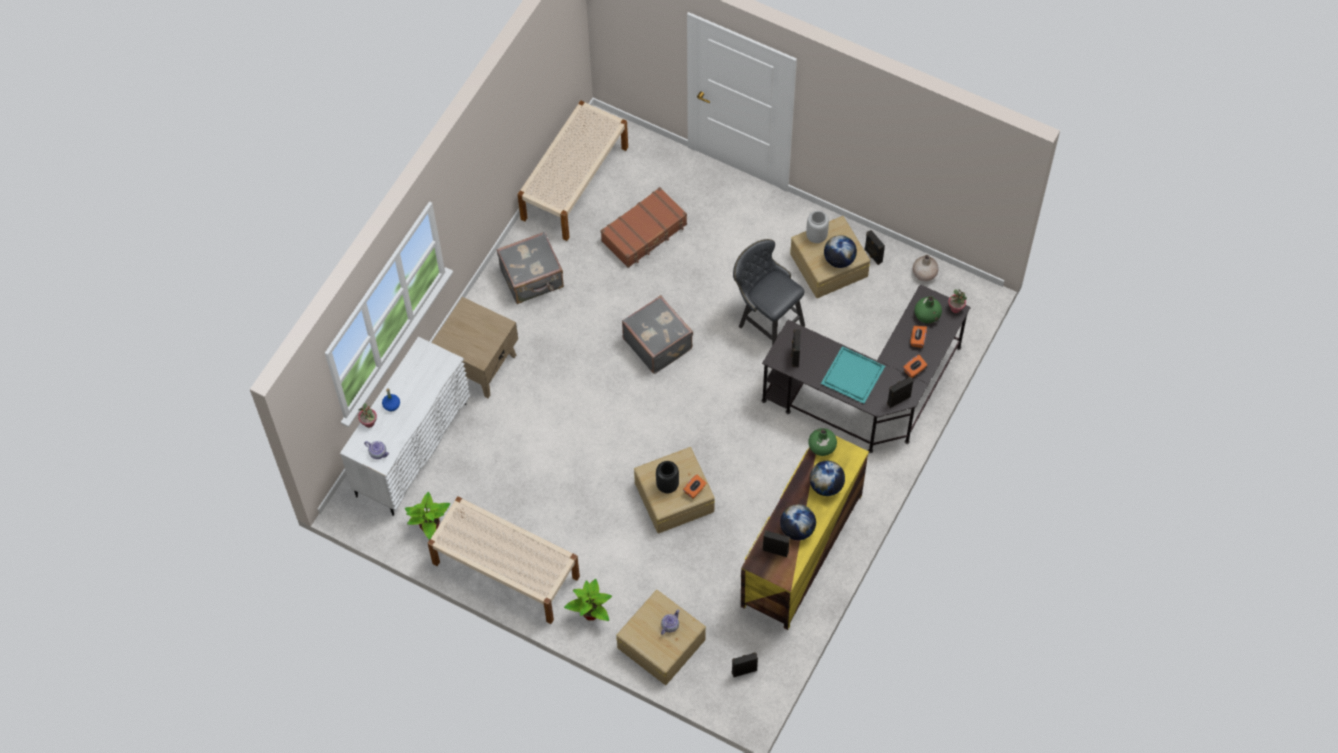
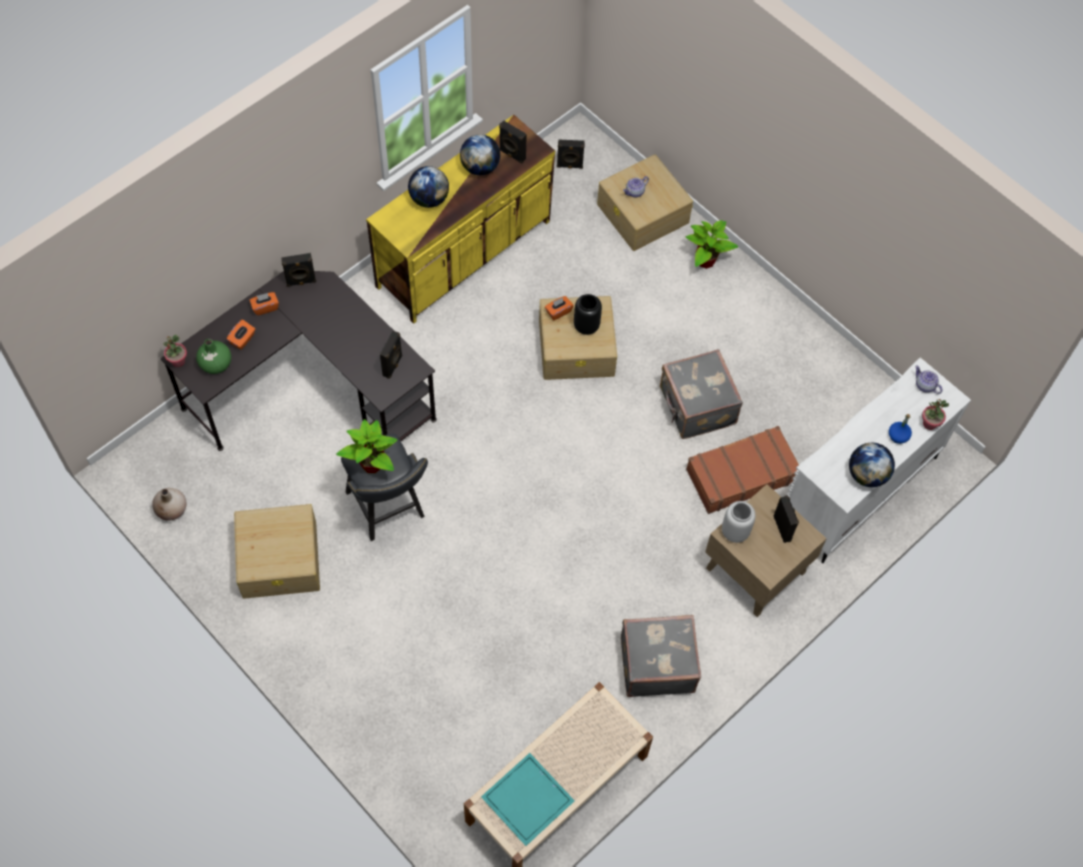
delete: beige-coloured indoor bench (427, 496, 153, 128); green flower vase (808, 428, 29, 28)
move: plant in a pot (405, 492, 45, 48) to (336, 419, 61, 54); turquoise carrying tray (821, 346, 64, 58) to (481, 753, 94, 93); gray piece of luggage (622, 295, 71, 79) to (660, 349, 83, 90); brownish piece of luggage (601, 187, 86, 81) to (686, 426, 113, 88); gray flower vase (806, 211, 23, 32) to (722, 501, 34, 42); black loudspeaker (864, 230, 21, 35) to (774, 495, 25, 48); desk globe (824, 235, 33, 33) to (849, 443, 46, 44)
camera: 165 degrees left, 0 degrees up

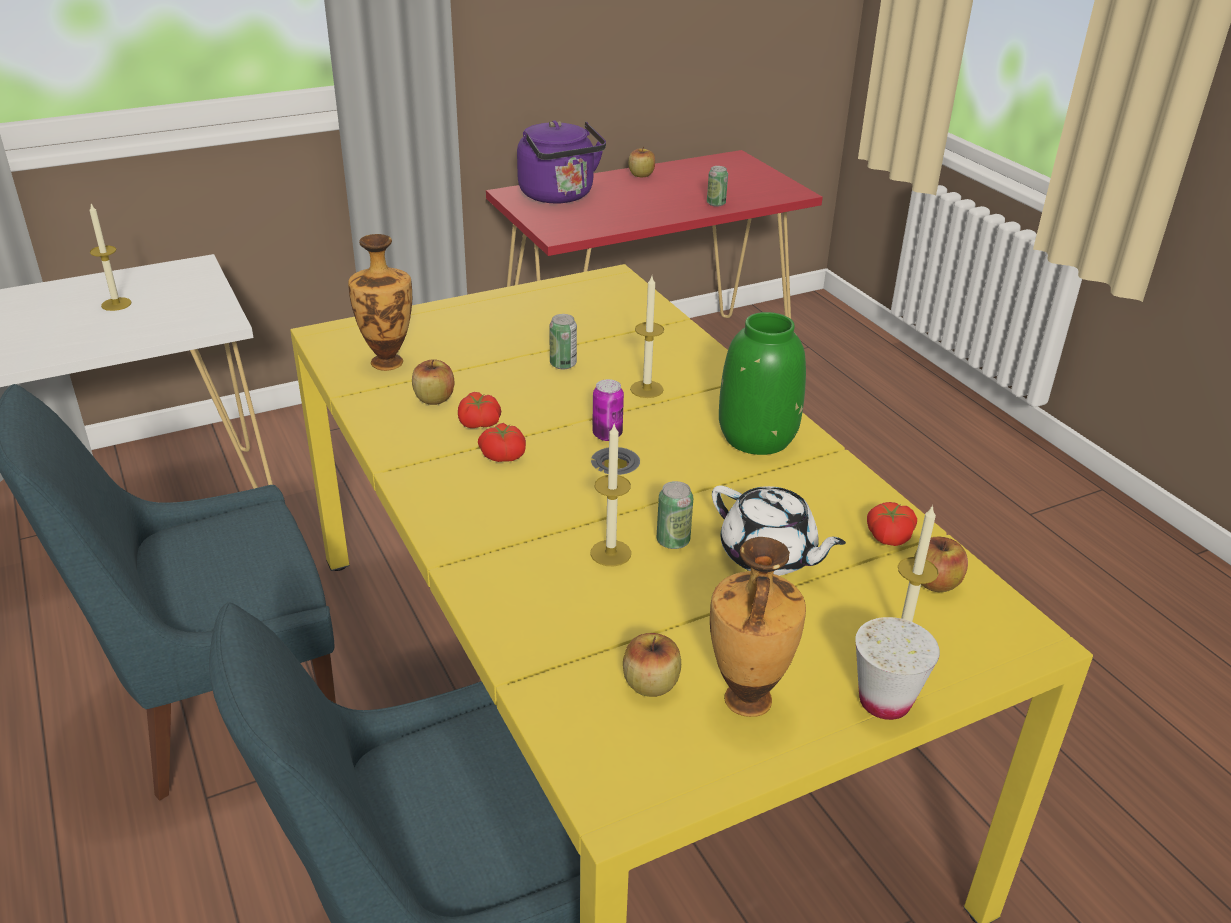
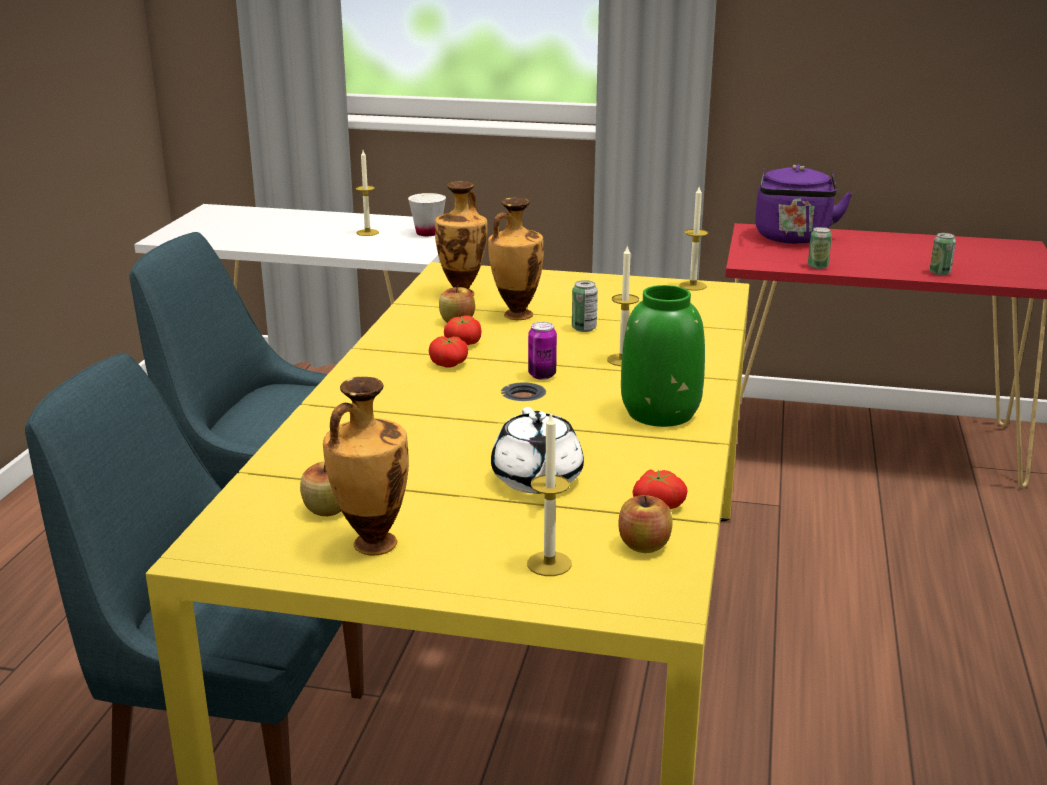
delete: whole apple (629, 146, 26, 31)
insert: flower vase (488, 197, 56, 123)
move: whitish small cup (855, 617, 85, 103) to (408, 193, 38, 43); wax candle (590, 424, 41, 142) to (679, 187, 29, 104); can (657, 481, 36, 68) to (808, 227, 24, 42)
camera: 40 degrees right, 10 degrees down

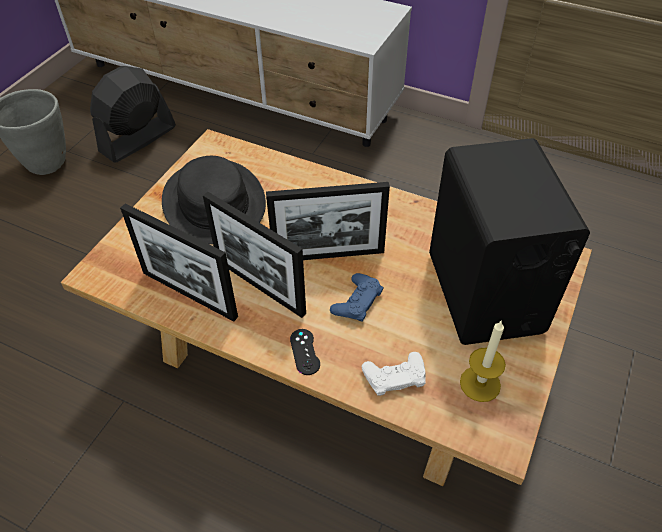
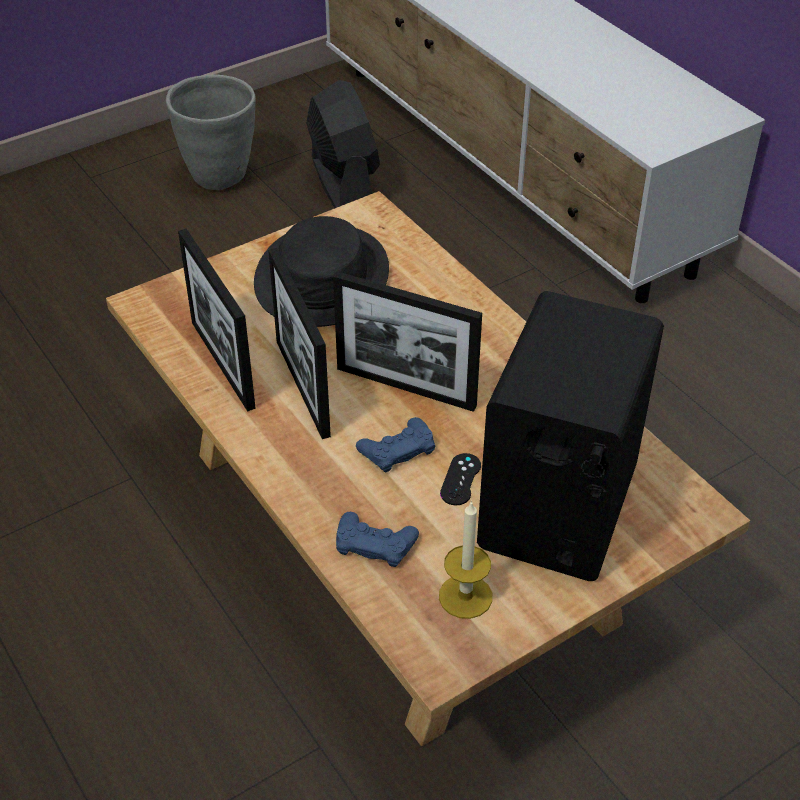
move: black game controller (290, 329, 30, 46) to (440, 453, 41, 53)
recolor: whitish game controller (362, 352, 64, 44) to blue-coloured game controller (336, 512, 83, 55)
rotate: black cooling fan (90, 66, 86, 97) = (306, 80, 74, 128) 90 degrees clockwise
camera: 30 degrees right, 5 degrees down

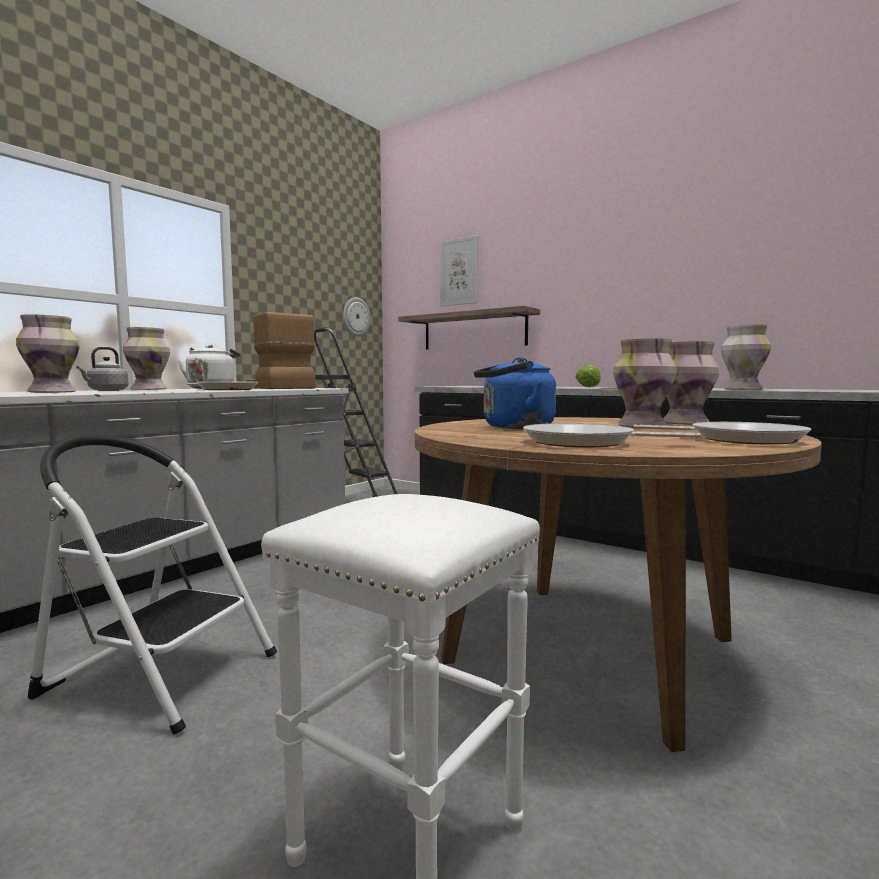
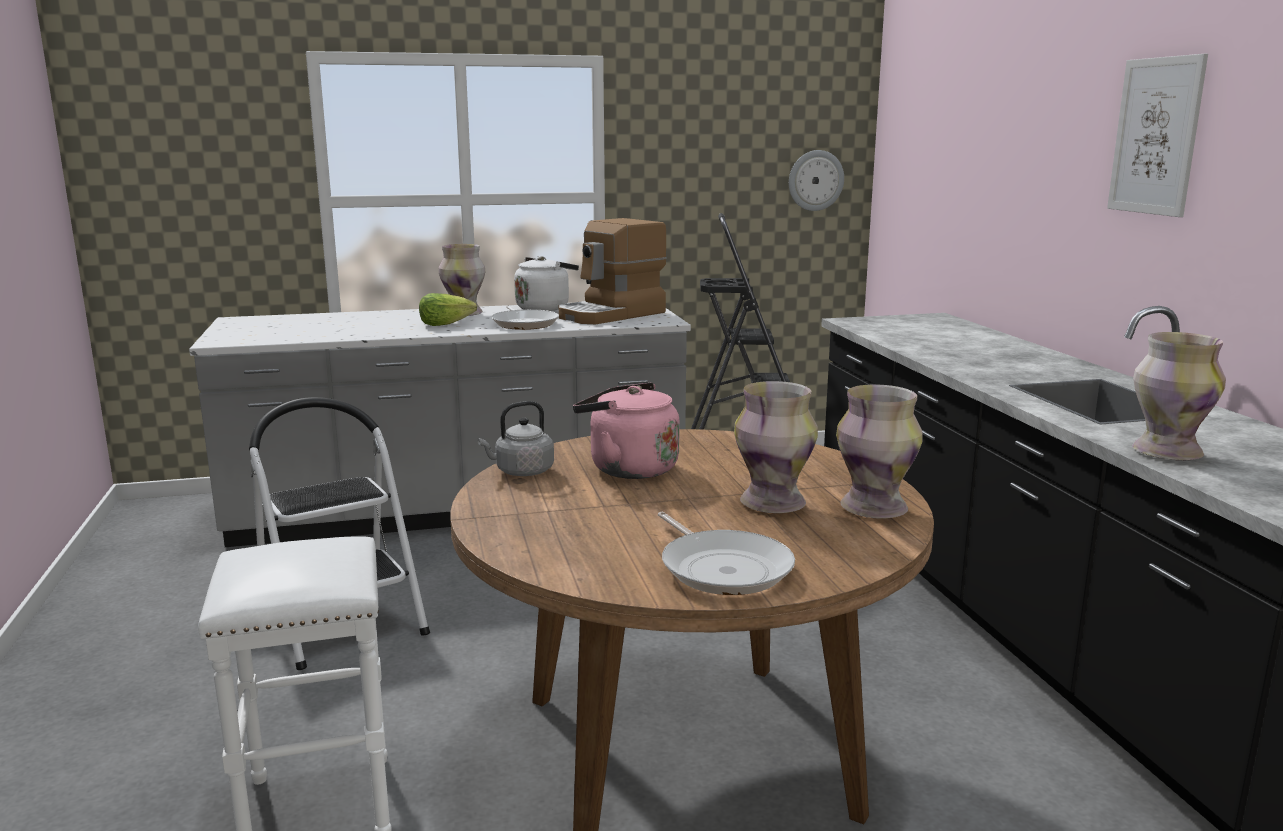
delete: flower vase (16, 314, 64, 79); bracket shelf (398, 306, 142, 43); frying pan (523, 423, 178, 24)
move: head of lettuce (575, 365, 26, 22) to (419, 293, 58, 33); gray tea kettle (76, 347, 52, 44) to (477, 401, 77, 75); picture (440, 235, 38, 71) to (1107, 54, 101, 163)
recolor: blue-coloured tea kettle (474, 357, 82, 72) to pink tea kettle (573, 383, 107, 96)
rotate: coffee maker (246, 312, 70, 77) = (559, 218, 108, 106) 135 degrees counterclockwise
camera: 40 degrees right, 10 degrees up

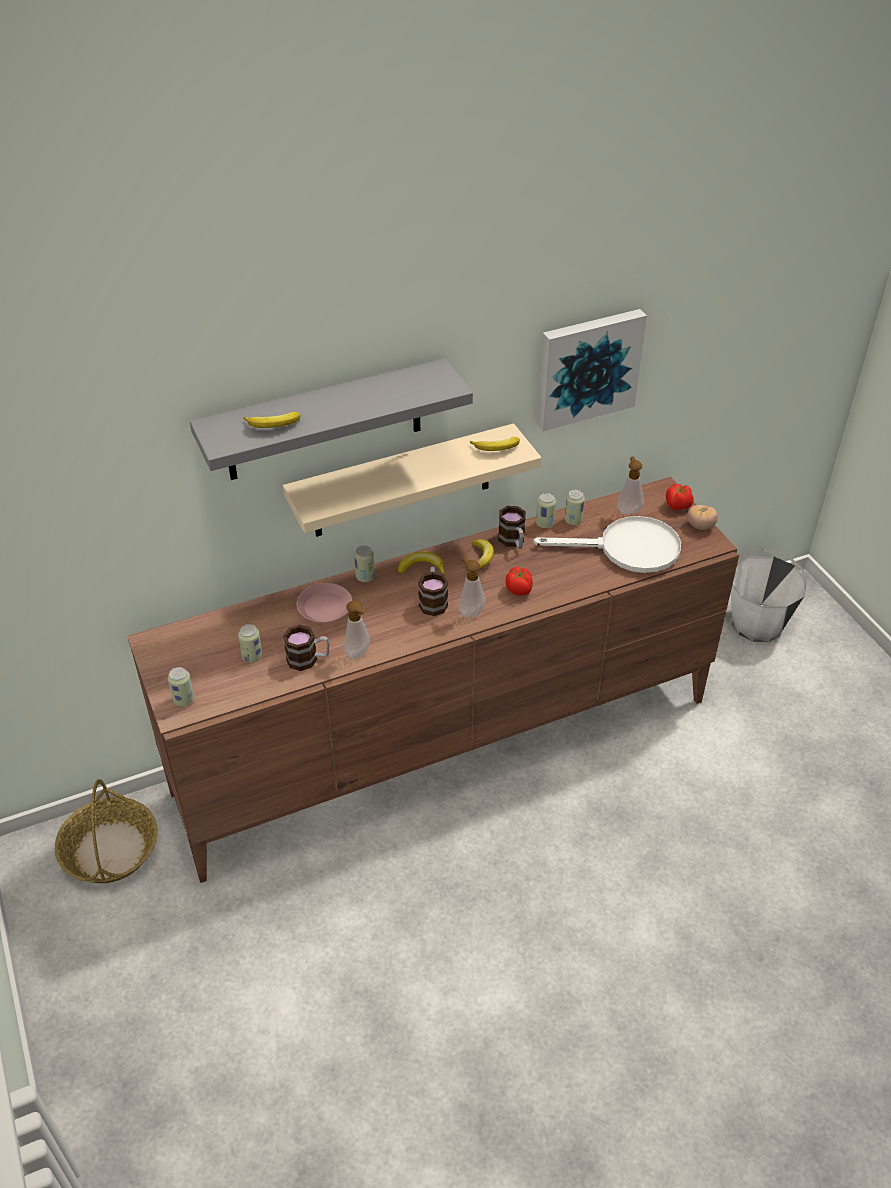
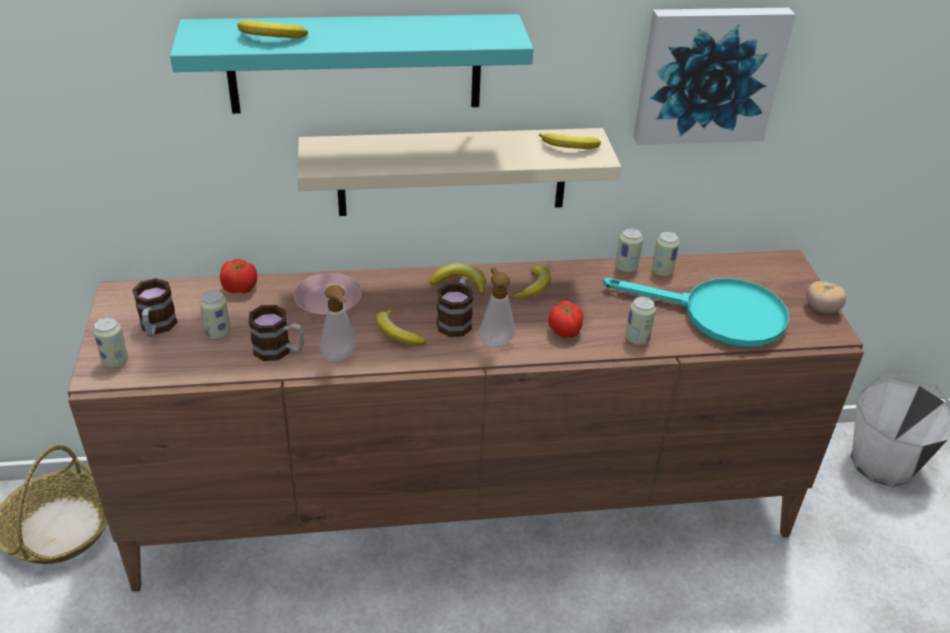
delete: liquid soap bottle (617, 457, 27, 58)
insert: banana (376, 309, 50, 37)
move: coffee mug (498, 506, 28, 43) to (132, 278, 46, 59); tomato (666, 483, 28, 27) to (220, 259, 37, 34); can (354, 546, 21, 36) to (625, 297, 31, 48)
recolor: gray bracket shelf (190, 359, 283, 121) to turquoise bracket shelf (170, 14, 364, 100); whitish frying pan (533, 516, 148, 57) to turquoise frying pan (603, 278, 186, 70)
camera: 15 degrees right, 5 degrees down

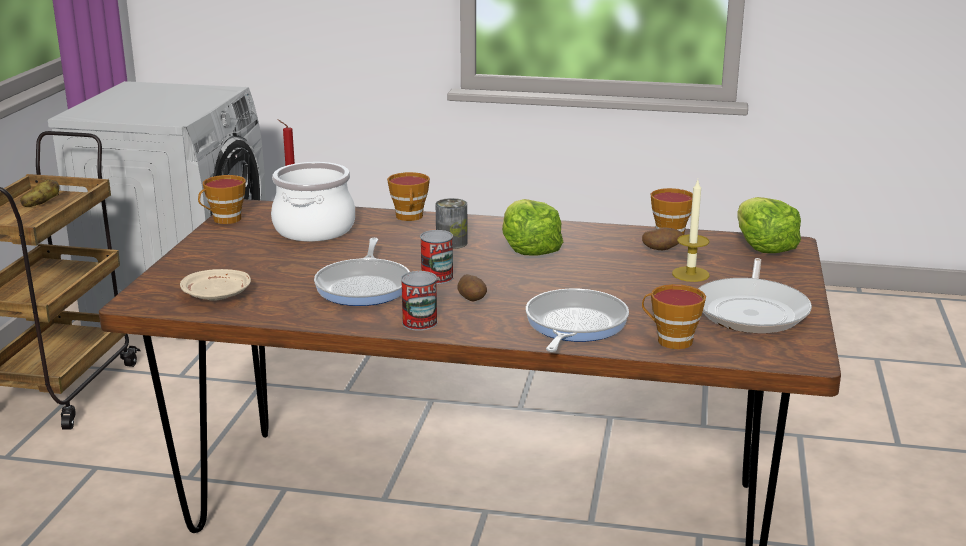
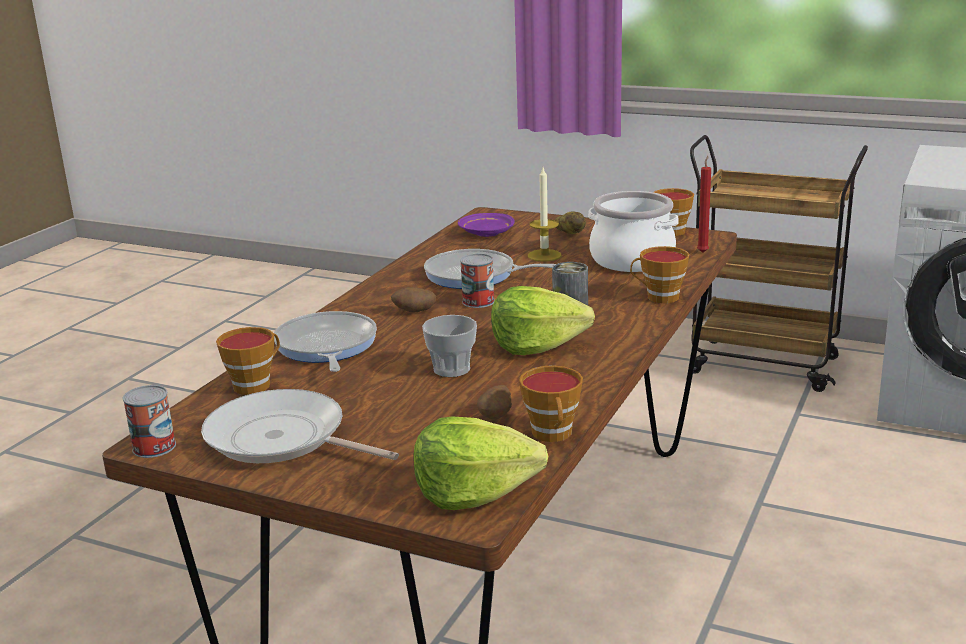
insert: small cup (422, 315, 55, 62)
move: can (401, 271, 37, 60) to (123, 385, 53, 73); wax candle (672, 180, 38, 102) to (528, 168, 34, 94); spud (20, 179, 40, 28) to (555, 212, 31, 22)
recolor: beige-coloured plate (180, 269, 71, 32) to purplish plate (458, 213, 57, 24)
rotate: frying pan (526, 289, 103, 63) = (274, 311, 103, 61) 135 degrees counterclockwise
camera: 105 degrees right, 0 degrees up

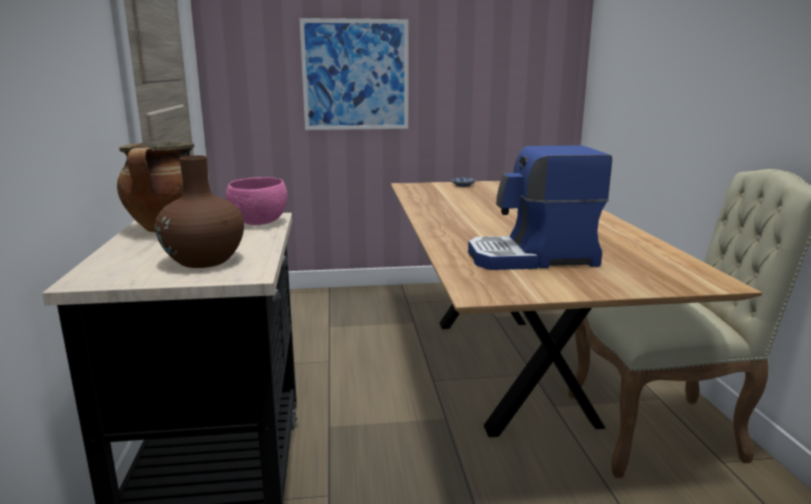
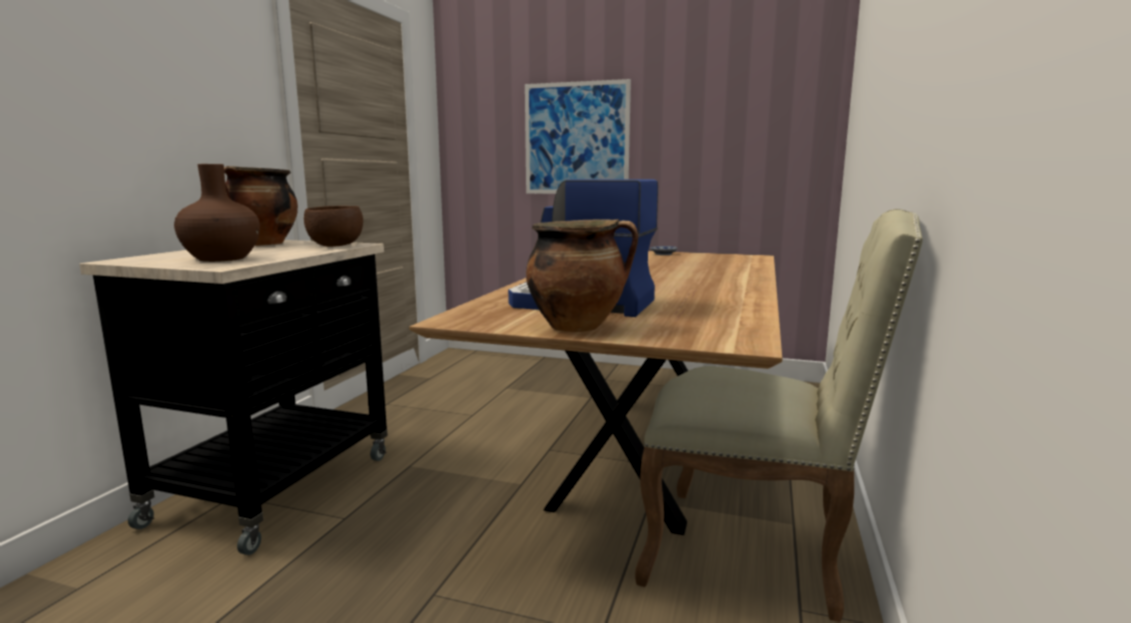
insert: saucepot (526, 219, 112, 113)
recolor: pink deep dish (226, 177, 61, 48) to brownish deep dish (304, 206, 59, 41)
camera: 25 degrees right, 5 degrees down

